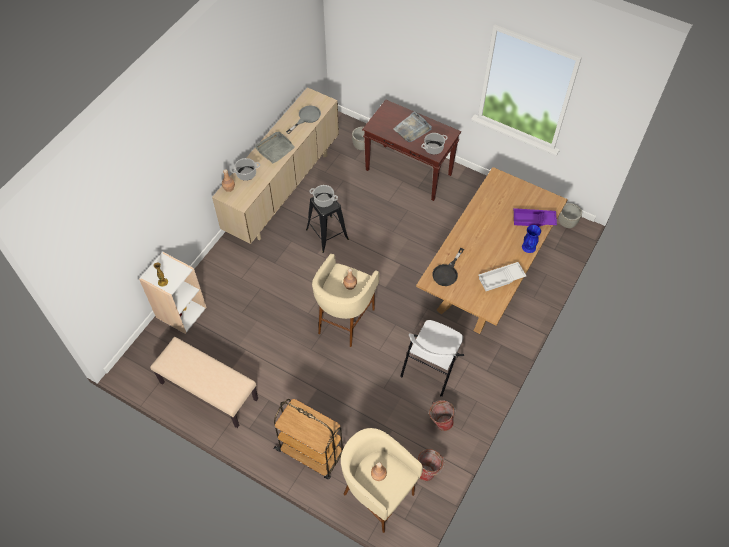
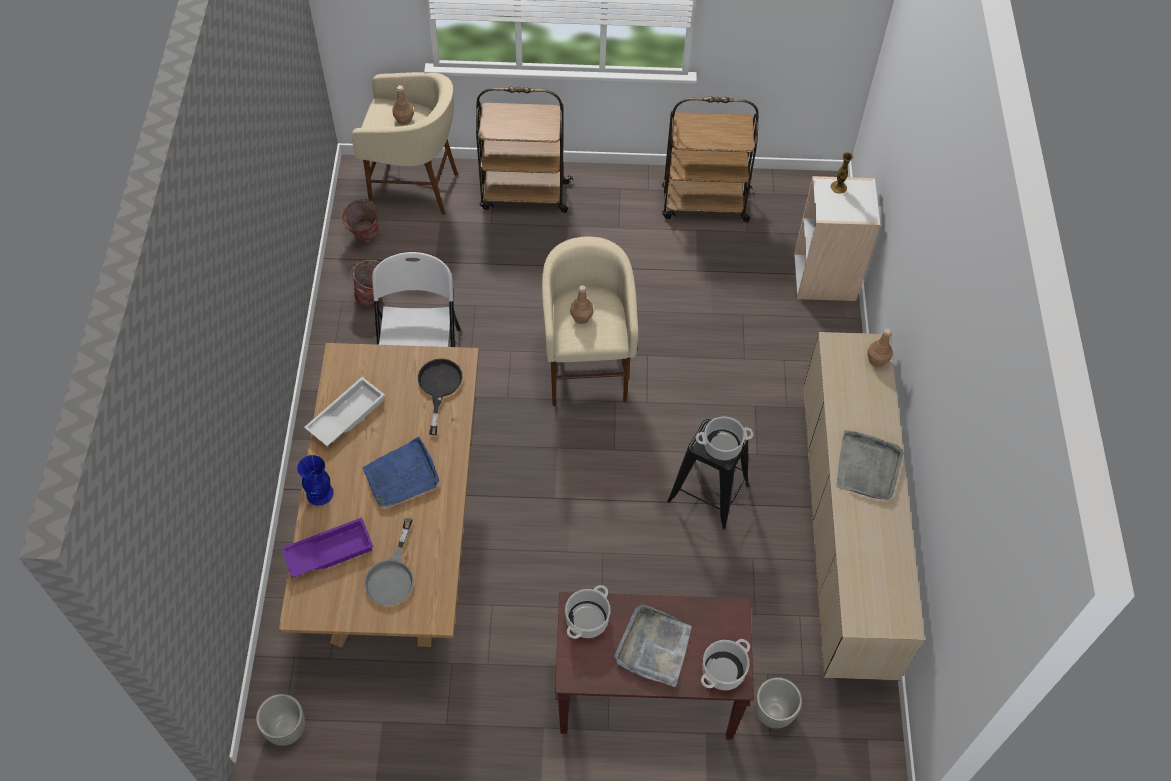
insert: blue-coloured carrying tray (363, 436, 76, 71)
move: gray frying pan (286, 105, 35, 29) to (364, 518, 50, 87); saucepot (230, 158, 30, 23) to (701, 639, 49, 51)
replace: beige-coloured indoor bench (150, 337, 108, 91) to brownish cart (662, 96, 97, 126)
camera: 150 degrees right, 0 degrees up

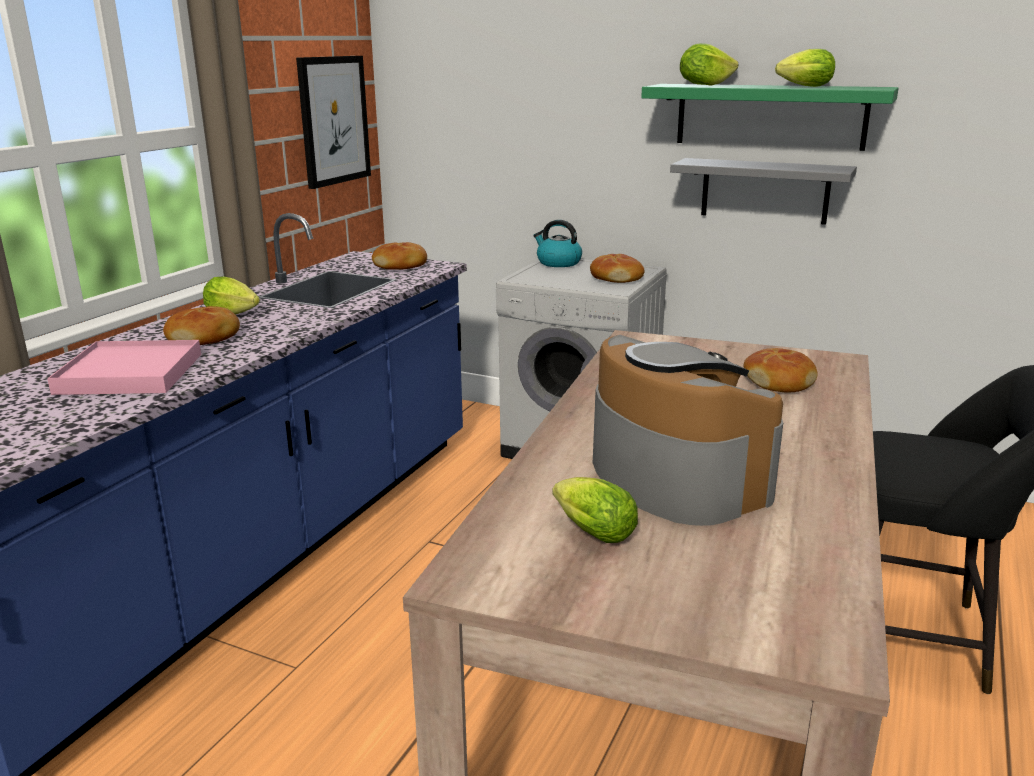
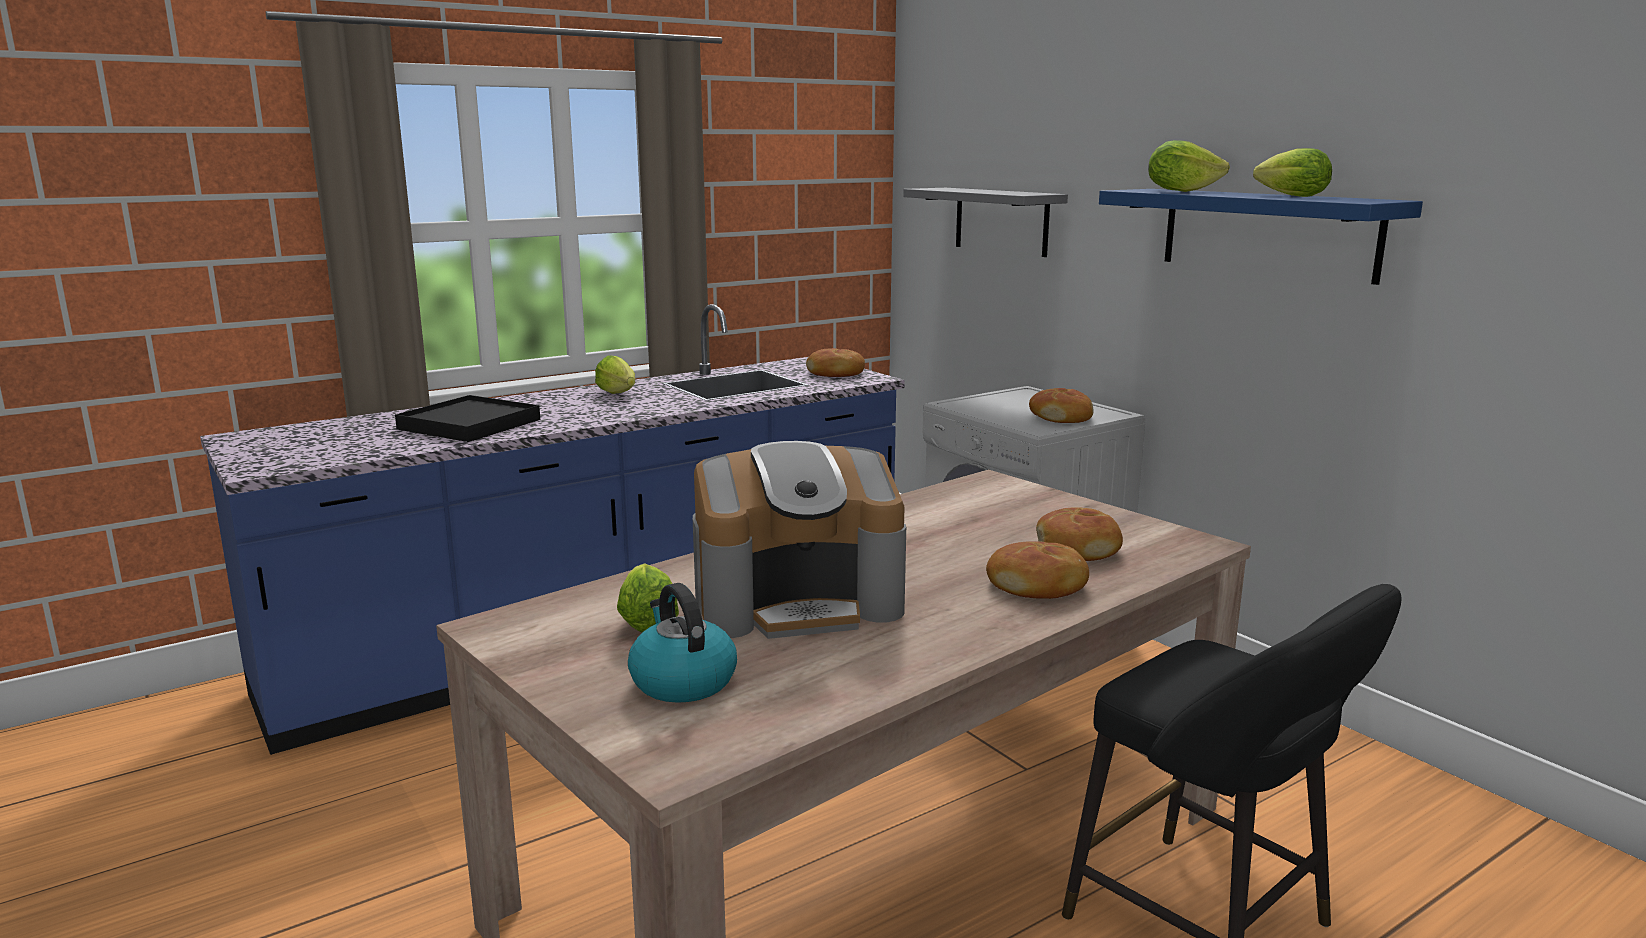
delete: picture (296, 56, 75, 133)
move: tea kettle (533, 220, 49, 47) to (628, 583, 109, 120); gray bracket shelf (670, 158, 187, 67) to (903, 188, 165, 69); baked bread (163, 306, 77, 39) to (986, 541, 103, 58)
recolor: pink carrying tray (47, 340, 154, 55) to black carrying tray (395, 395, 145, 47); green bracket shelf (641, 84, 257, 67) to blue-coloured bracket shelf (1099, 189, 324, 96)
rotate: coffee maker (593, 335, 190, 191) = (693, 441, 213, 198) 75 degrees clockwise
camera: 30 degrees right, 5 degrees down

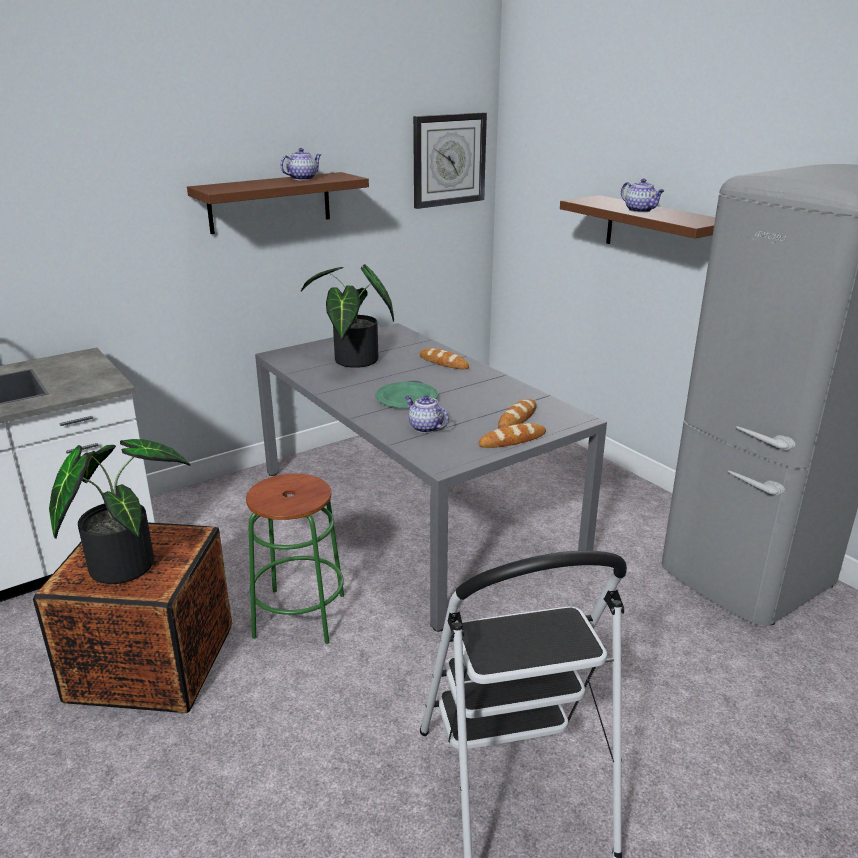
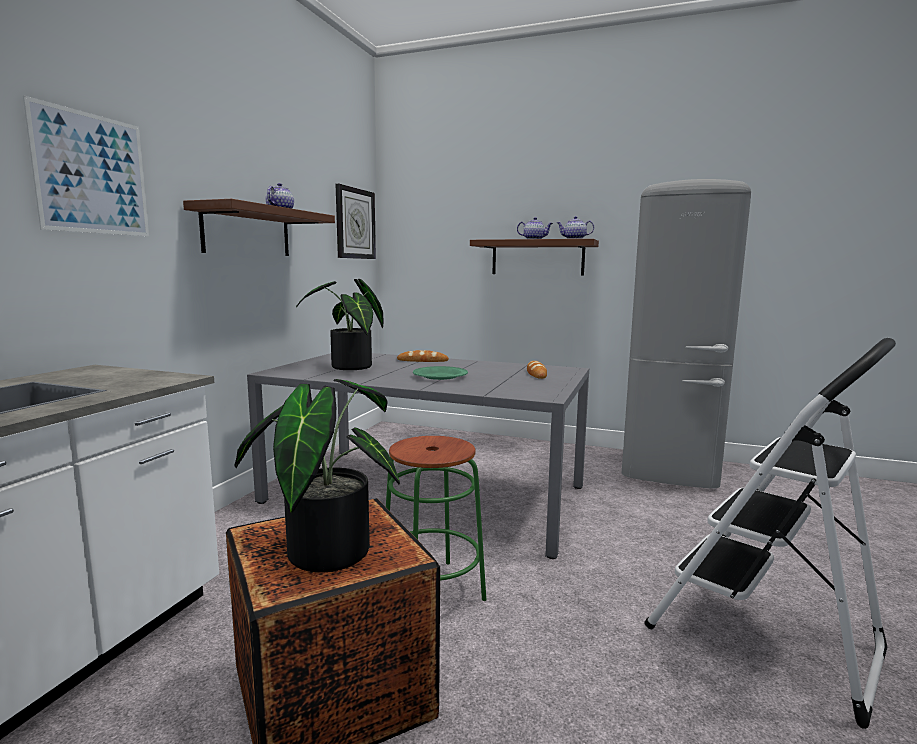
delete: baked bread (478, 423, 68, 25)
insert: picture (23, 95, 126, 141)
move: pot for tea (405, 395, 44, 38) to (557, 216, 37, 23)
camera: 35 degrees left, 15 degrees down

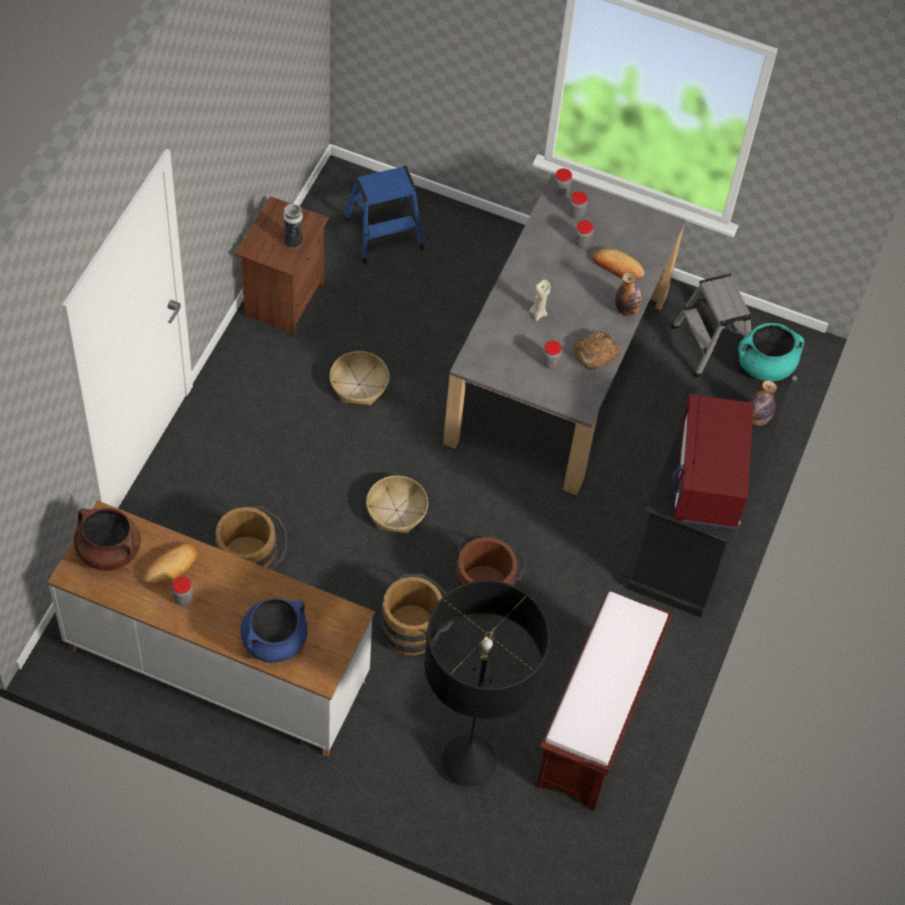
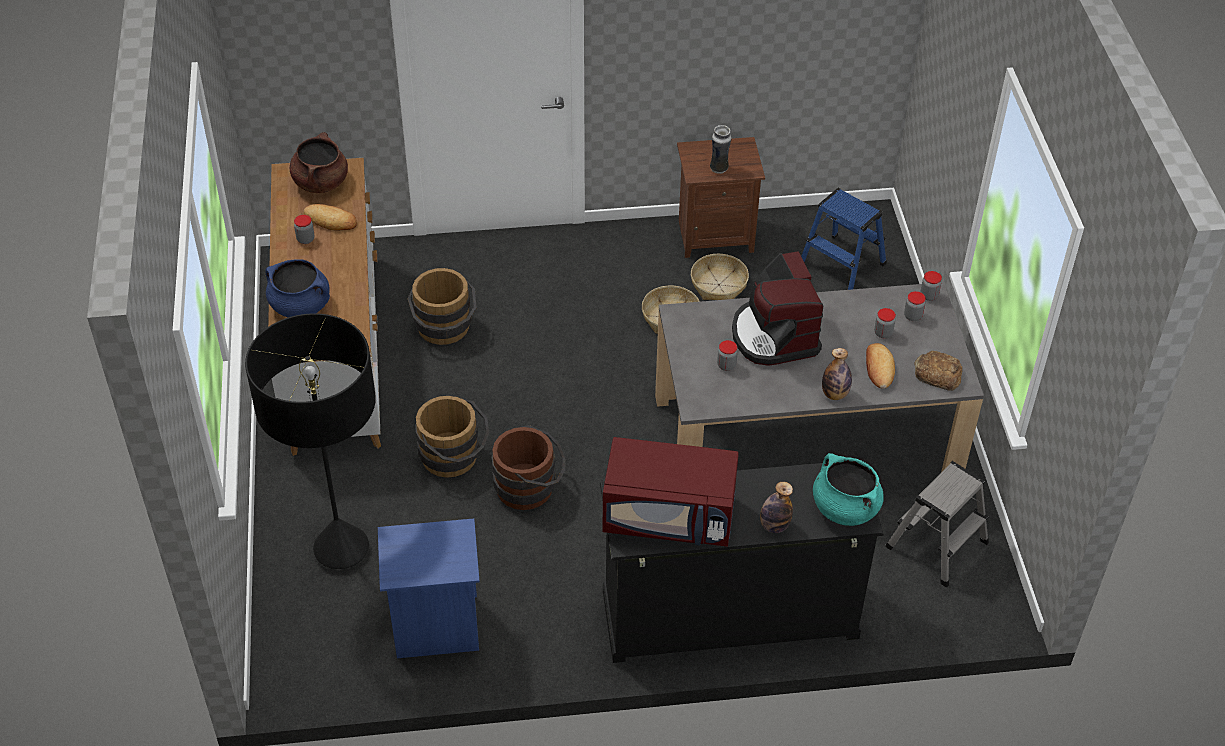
move: household basket (366, 475, 62, 59) to (691, 254, 58, 46); baked bread (574, 331, 46, 39) to (914, 351, 49, 40)
replace: brownish indoor bench (536, 590, 137, 221) to blue-coloured nightstand (378, 519, 102, 139); beige-coloured wax candle (529, 280, 21, 41) to coffee maker (732, 251, 91, 115)
rotate: reddish microwave oven (671, 394, 83, 135) = (603, 437, 136, 110) 150 degrees counterclockwise
camera: 65 degrees right, 10 degrees down

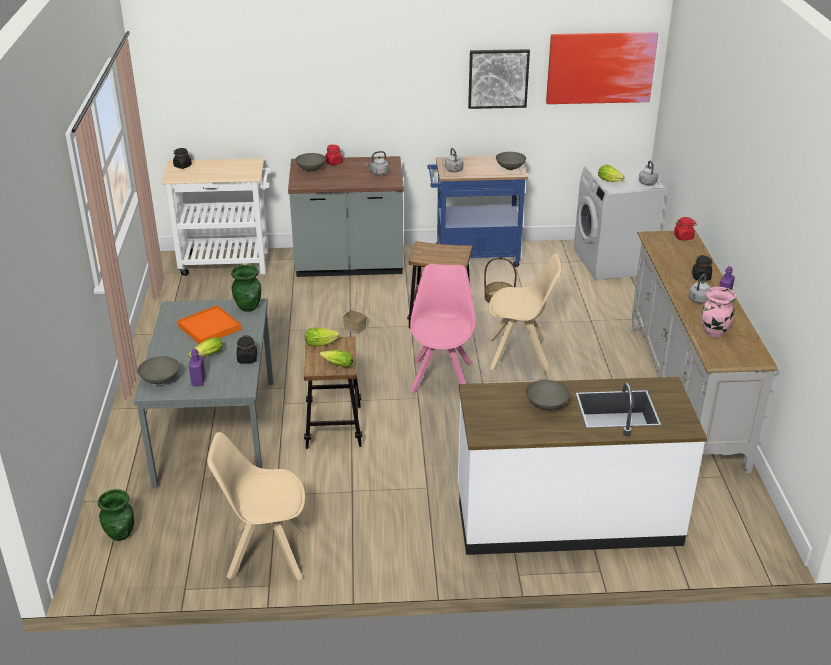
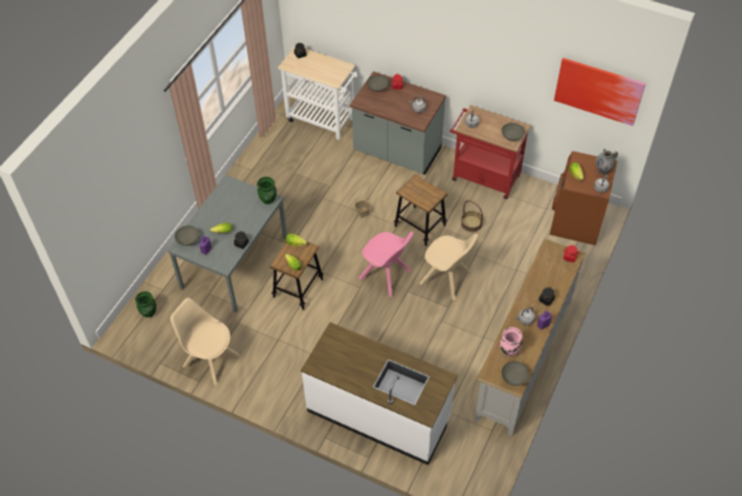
delete: orange carrying tray (177, 305, 64, 39); picture (468, 49, 62, 60)
insert: flower vase (595, 149, 23, 26)
move: gray deep dish (526, 380, 44, 30) to (502, 361, 27, 25)
recolor: blue-coloured cart (427, 156, 101, 111) to reddish cart (450, 105, 81, 94); whitish laundry machine (574, 160, 91, 121) to brownish laundry machine (550, 151, 68, 94)
rotate: pink plain chair (410, 264, 65, 129) = (359, 232, 55, 65) 90 degrees clockwise
camera: 30 degrees right, 20 degrees up

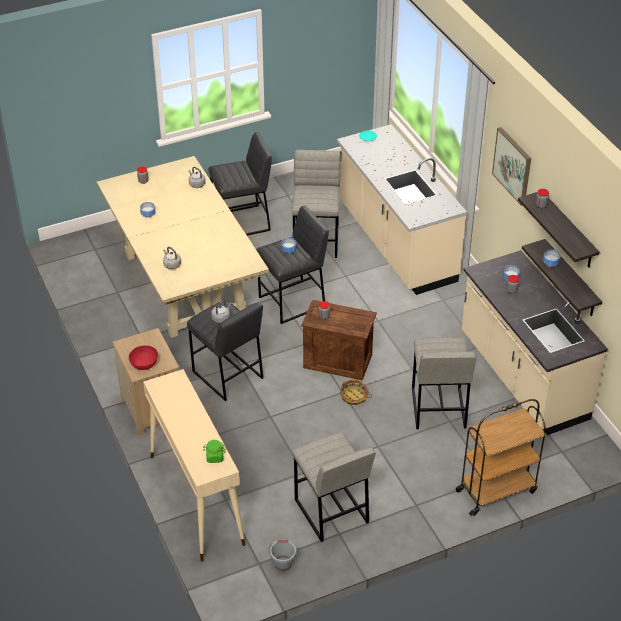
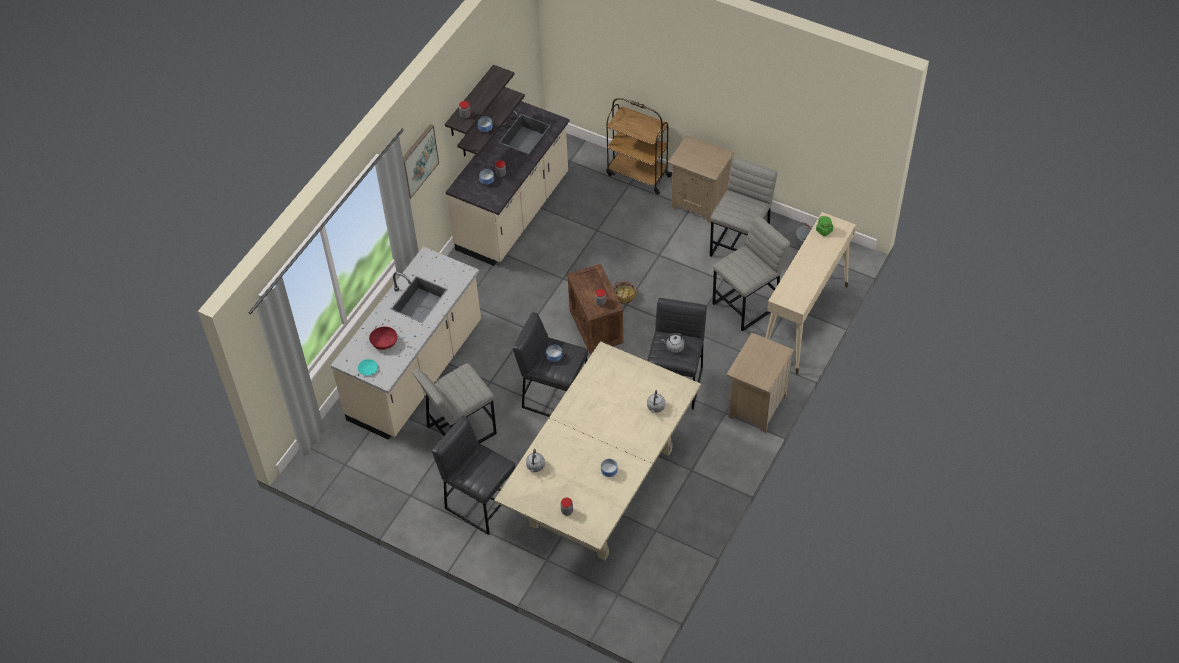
insert: beige-coloured nightstand (668, 135, 66, 88)
move: reddish deep dish (129, 345, 29, 25) to (369, 327, 29, 23); gray plain chair (412, 338, 64, 91) to (712, 216, 78, 115)
camera: 125 degrees left, 10 degrees up

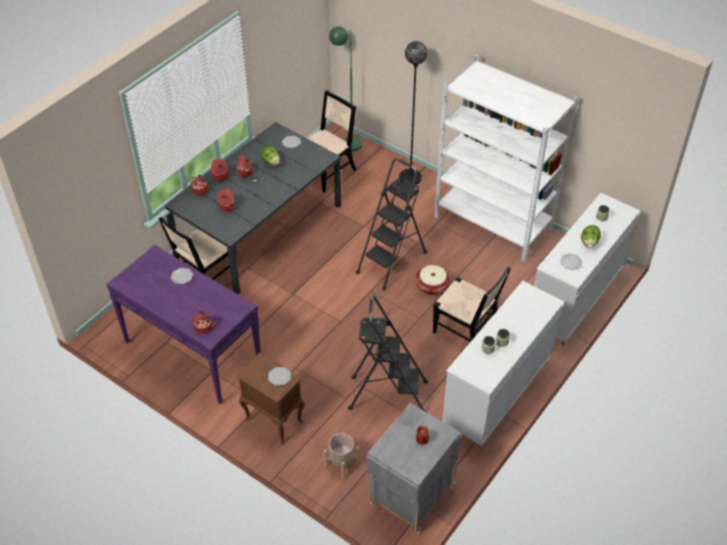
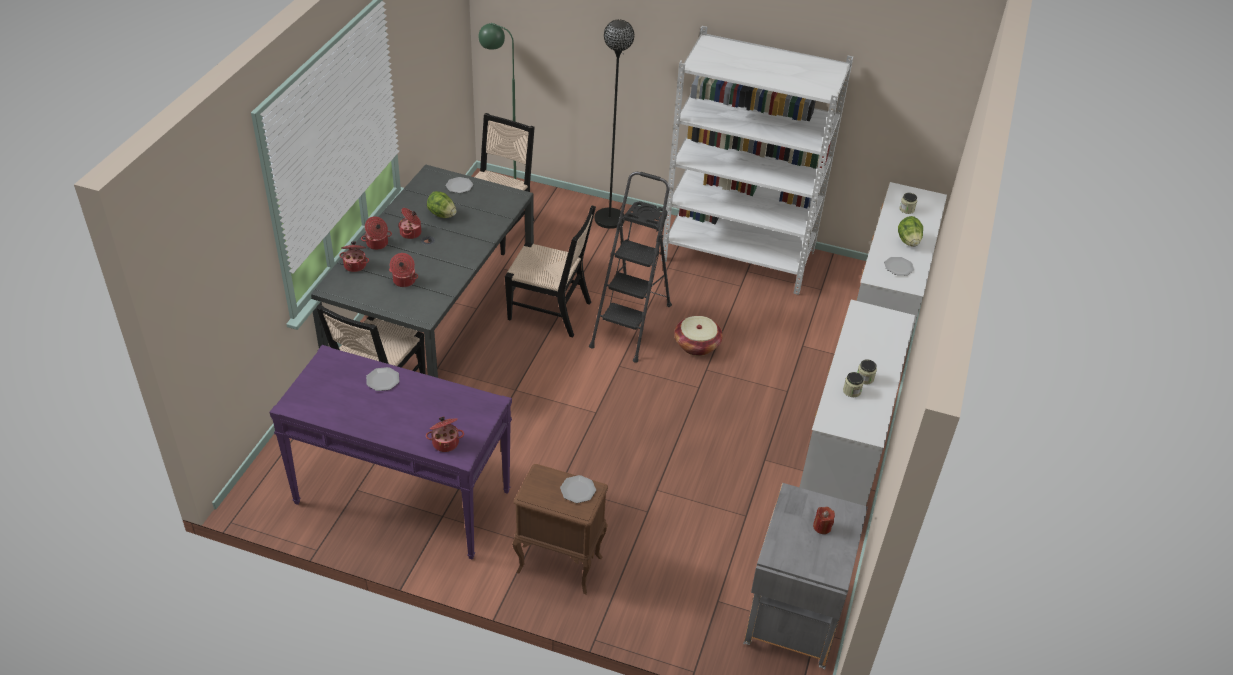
delete: beige-coloured plant pot (324, 433, 35, 45); stepladder (348, 295, 80, 117)
move: plain chair (433, 266, 78, 76) to (505, 205, 91, 133)
camera: 20 degrees left, 5 degrees down

